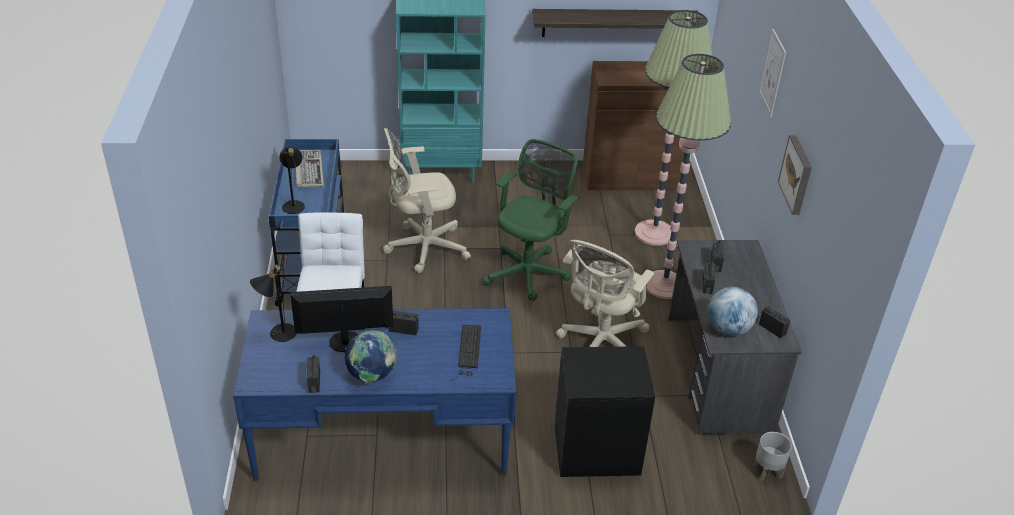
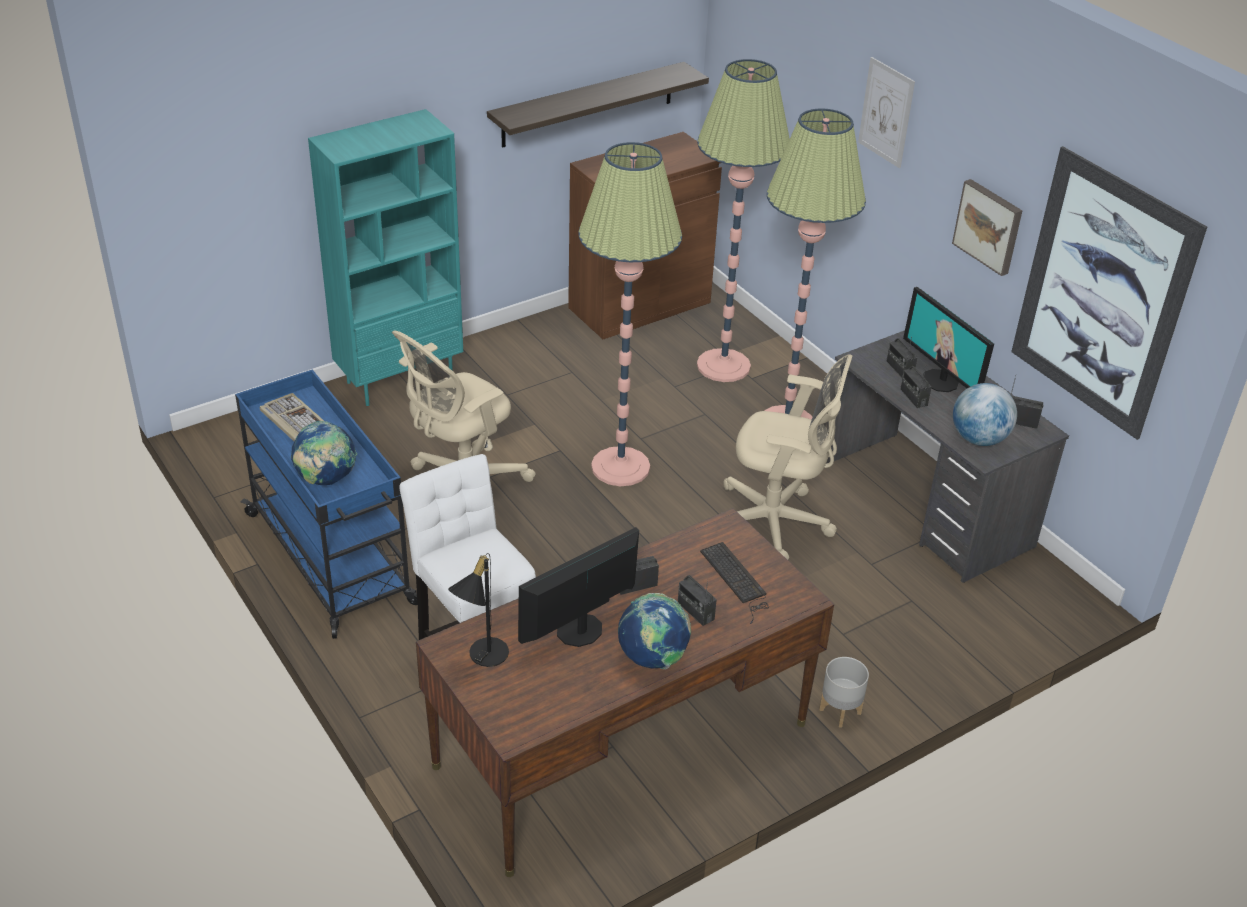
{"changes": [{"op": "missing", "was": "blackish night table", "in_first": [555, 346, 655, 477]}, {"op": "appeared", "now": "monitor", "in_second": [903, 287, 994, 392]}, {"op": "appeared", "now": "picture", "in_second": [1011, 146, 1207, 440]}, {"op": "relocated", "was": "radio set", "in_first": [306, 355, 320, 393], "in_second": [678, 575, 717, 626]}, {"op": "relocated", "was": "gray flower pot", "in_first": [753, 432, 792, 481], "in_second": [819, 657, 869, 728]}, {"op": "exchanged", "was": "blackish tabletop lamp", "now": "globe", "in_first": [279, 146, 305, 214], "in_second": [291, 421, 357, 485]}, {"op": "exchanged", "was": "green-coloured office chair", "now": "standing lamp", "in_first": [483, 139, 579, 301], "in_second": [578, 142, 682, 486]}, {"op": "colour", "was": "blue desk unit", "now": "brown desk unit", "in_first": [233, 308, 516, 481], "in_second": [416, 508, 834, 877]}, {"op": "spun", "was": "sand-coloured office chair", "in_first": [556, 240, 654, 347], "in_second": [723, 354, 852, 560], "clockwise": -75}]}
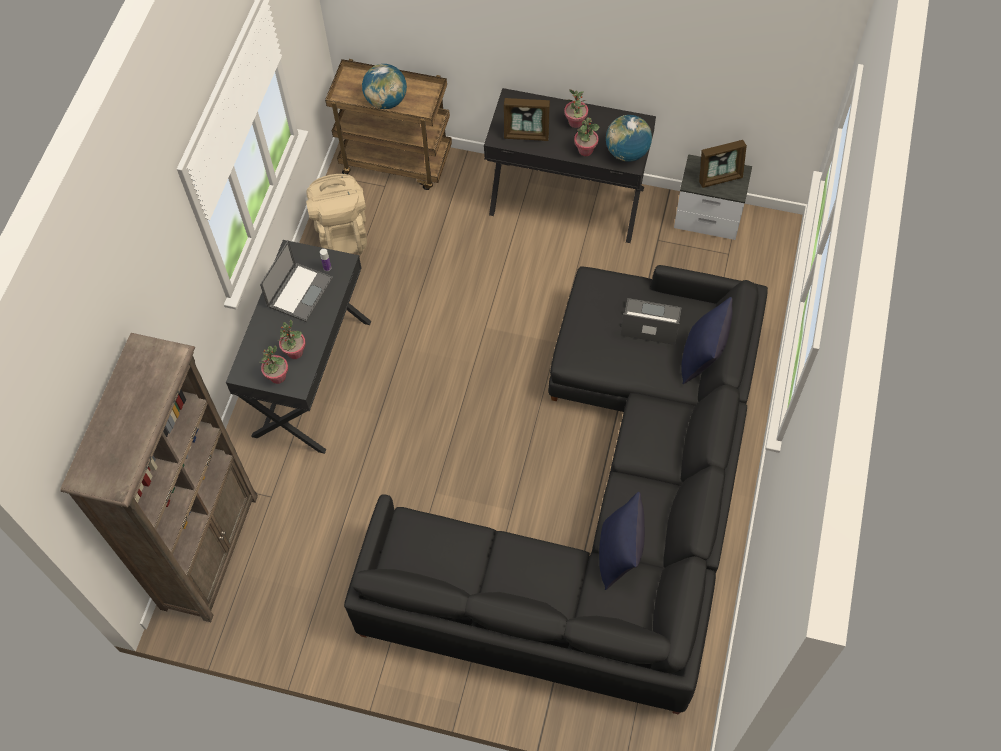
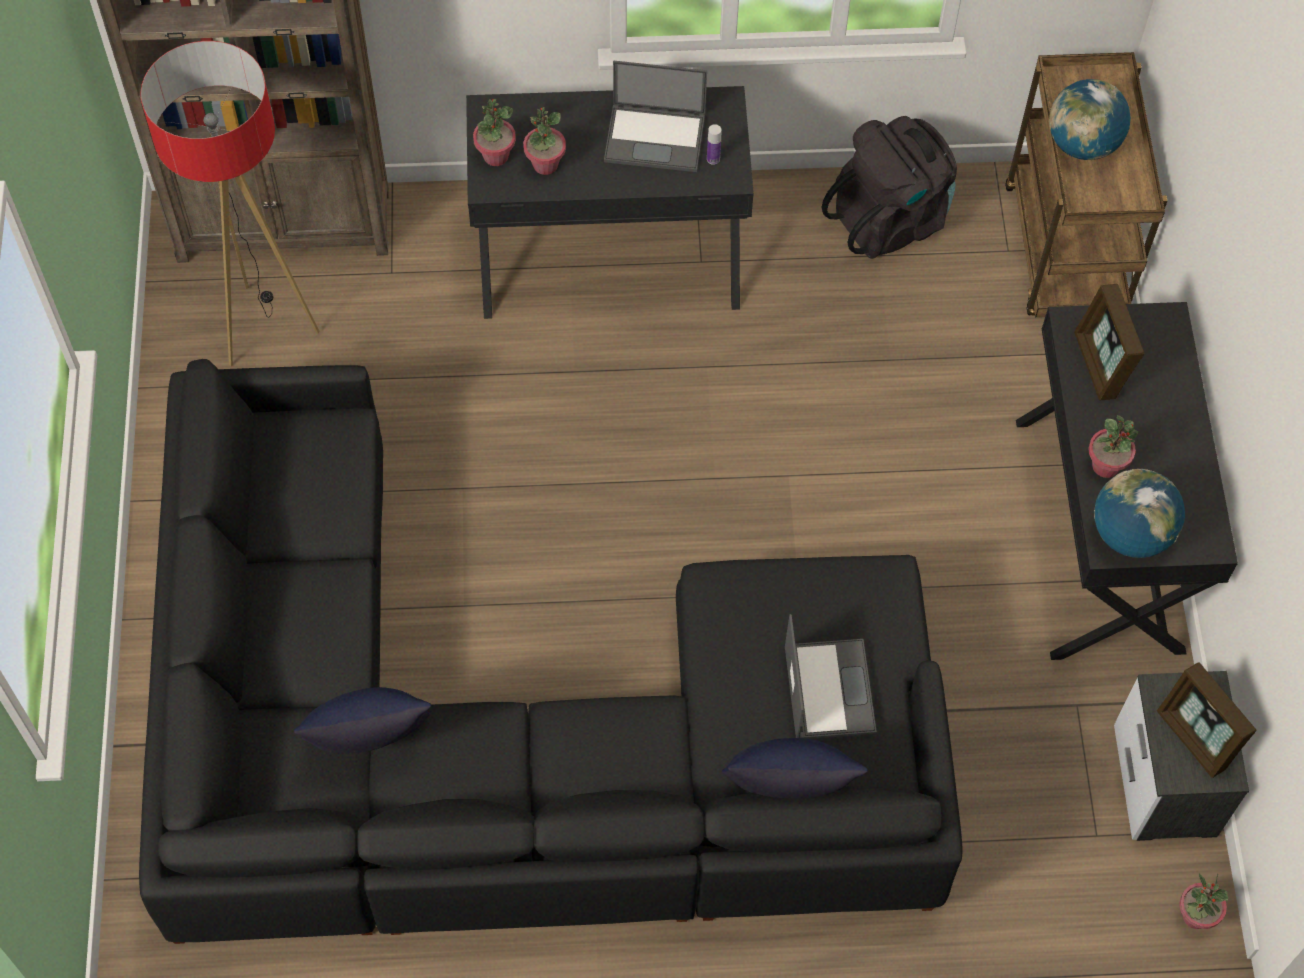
{"changes": [{"op": "appeared", "now": "standing lamp", "in_second": [140, 41, 319, 366]}, {"op": "relocated", "was": "houseplant", "in_first": [564, 89, 588, 128], "in_second": [1179, 874, 1228, 929]}, {"op": "colour", "was": "sand-coloured knapsack", "now": "blackish knapsack", "in_first": [306, 174, 367, 254], "in_second": [822, 116, 957, 259]}]}
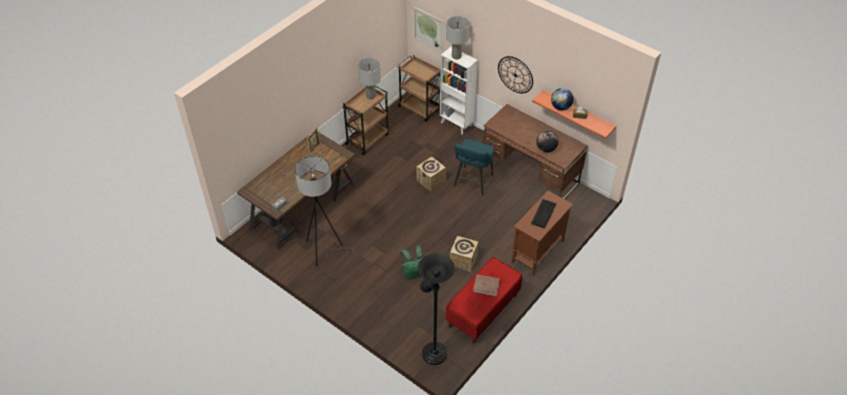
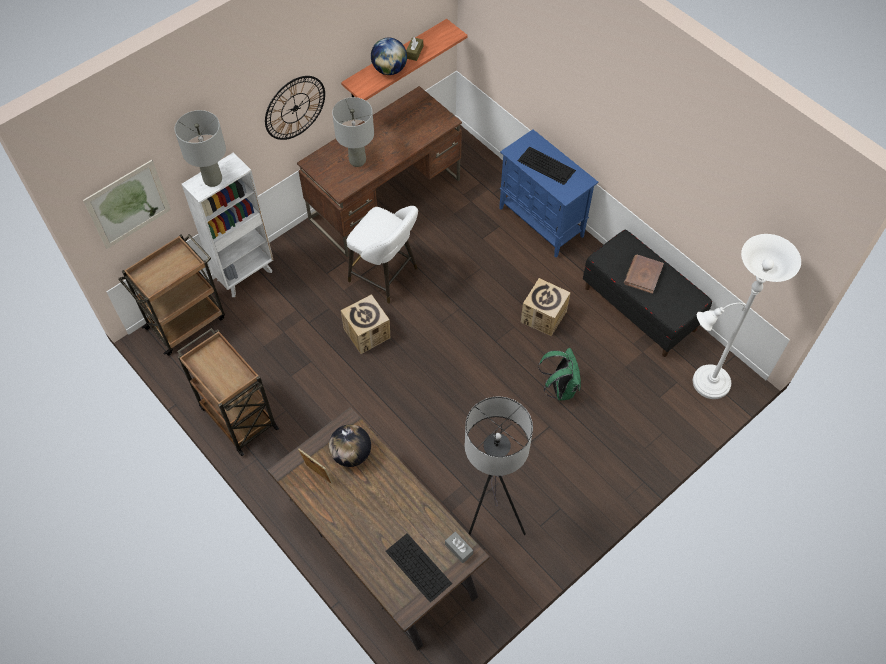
{"changes": [{"op": "appeared", "now": "computer keyboard", "in_second": [386, 533, 452, 603]}, {"op": "relocated", "was": "gray tabletop lamp", "in_first": [358, 58, 381, 99], "in_second": [332, 97, 374, 167]}, {"op": "relocated", "was": "globe", "in_first": [536, 131, 558, 152], "in_second": [329, 424, 371, 467]}, {"op": "colour", "was": "blackish standing lamp", "now": "whitish standing lamp", "in_first": [418, 253, 455, 365], "in_second": [693, 234, 801, 399]}, {"op": "colour", "was": "reddish indoor bench", "now": "blackish indoor bench", "in_first": [446, 257, 522, 344], "in_second": [583, 230, 712, 357]}, {"op": "colour", "was": "turquoise-coloured stool", "now": "whitish stool", "in_first": [454, 139, 494, 196], "in_second": [347, 206, 418, 303]}, {"op": "colour", "was": "brown storage cabinet", "now": "blue storage cabinet", "in_first": [512, 191, 573, 276], "in_second": [499, 129, 598, 257]}]}
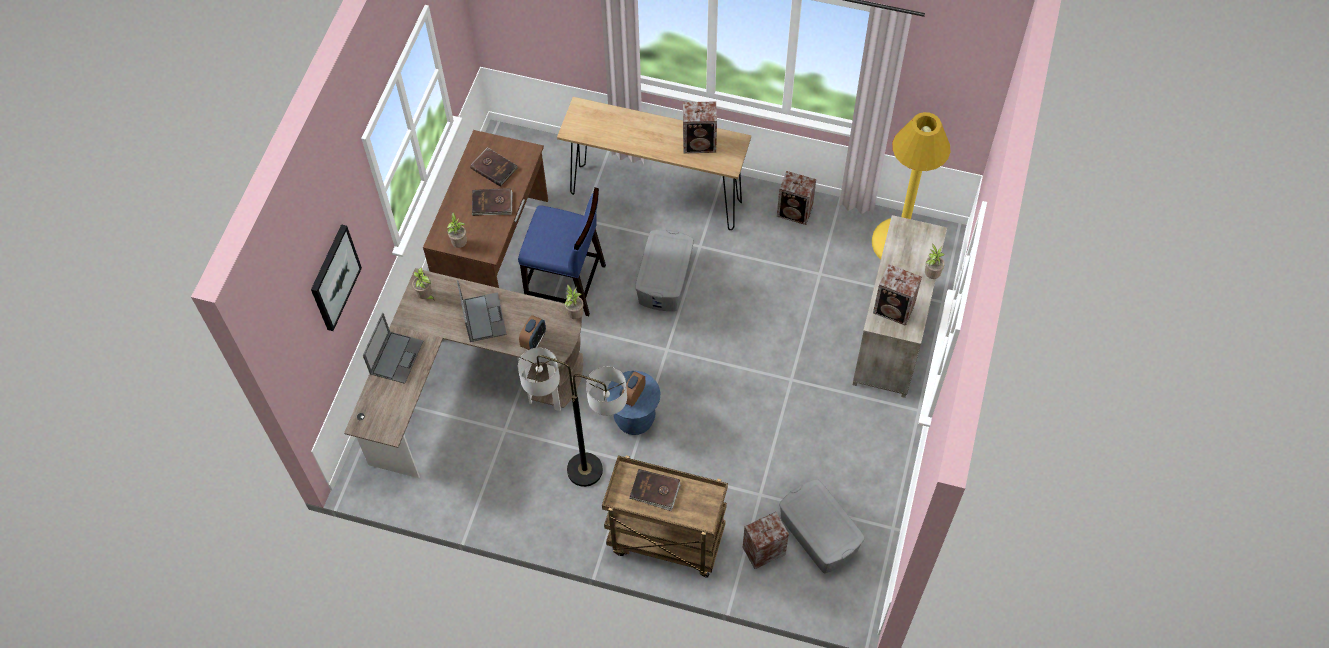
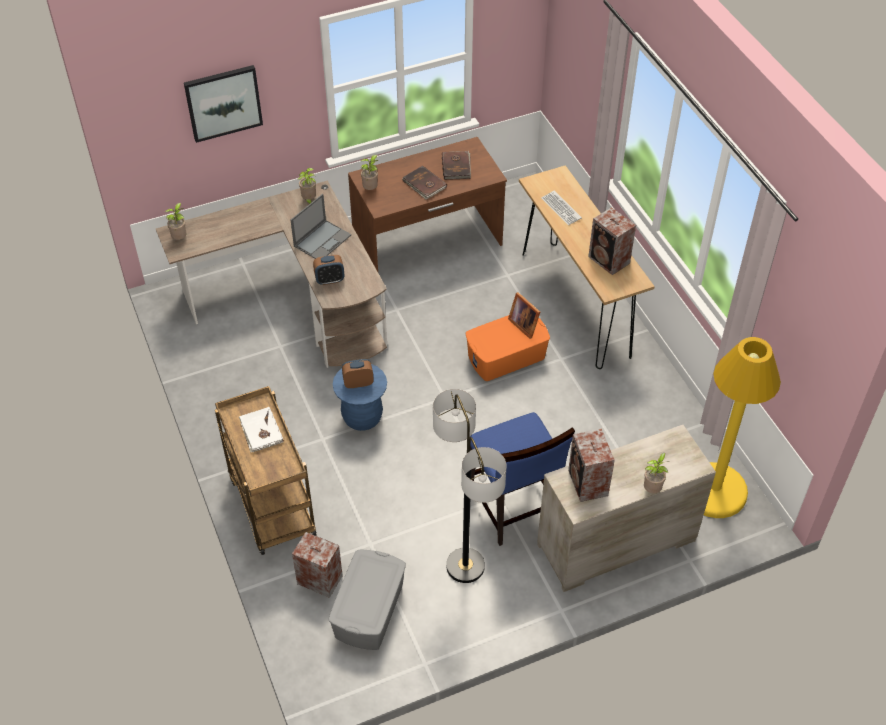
{"changes": [{"op": "missing", "was": "laptop", "in_first": [363, 313, 423, 384]}, {"op": "missing", "was": "loudspeaker", "in_first": [777, 171, 816, 225]}, {"op": "appeared", "now": "photo frame", "in_second": [508, 292, 540, 339]}, {"op": "appeared", "now": "computer keyboard", "in_second": [541, 191, 582, 225]}, {"op": "relocated", "was": "blue chair", "in_first": [518, 187, 606, 316], "in_second": [470, 412, 575, 546]}, {"op": "relocated", "was": "standing lamp", "in_first": [518, 348, 627, 487], "in_second": [433, 389, 507, 583]}, {"op": "relocated", "was": "houseplant", "in_first": [564, 285, 583, 319], "in_second": [165, 203, 186, 240]}, {"op": "colour", "was": "brown bound book", "now": "whitish bound book", "in_first": [629, 469, 680, 511], "in_second": [239, 407, 284, 453]}, {"op": "colour", "was": "gray storage box", "now": "orange-coloured storage box", "in_first": [635, 230, 694, 311], "in_second": [466, 315, 550, 381]}]}
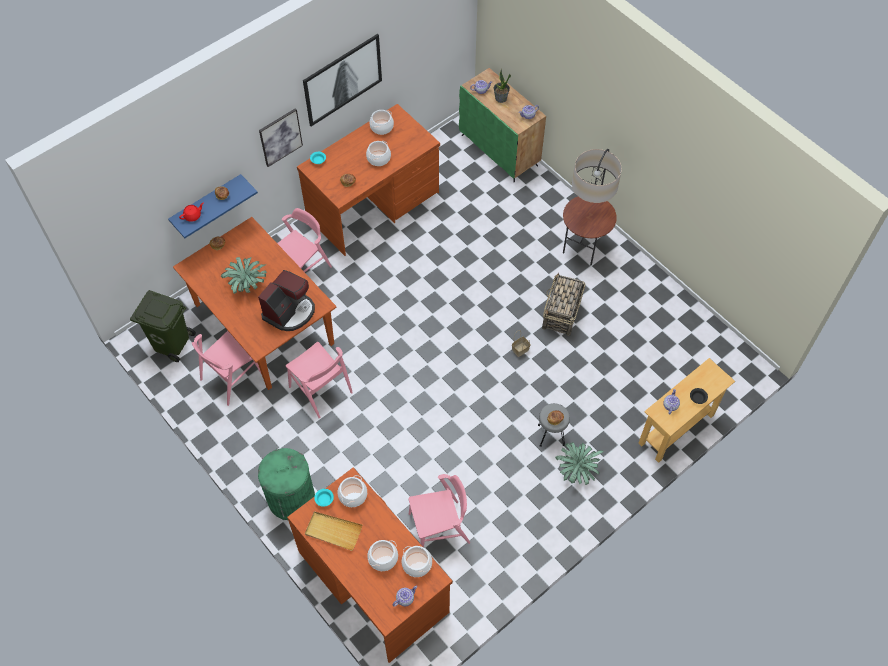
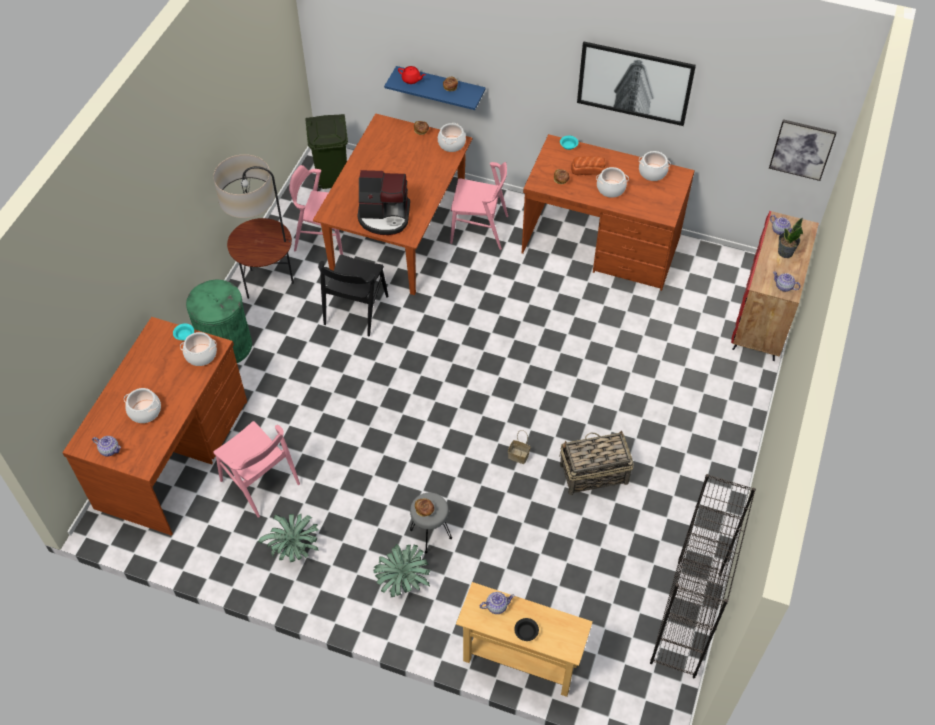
{"changes": [{"op": "missing", "was": "sand-coloured carrying tray", "in_first": [305, 511, 362, 551]}, {"op": "appeared", "now": "bakery bread", "in_second": [571, 156, 606, 175]}, {"op": "appeared", "now": "blackish bookshelf", "in_second": [650, 474, 756, 679]}, {"op": "relocated", "was": "houseplant", "in_first": [221, 257, 267, 294], "in_second": [258, 514, 319, 562]}, {"op": "relocated", "was": "picture", "in_first": [259, 108, 303, 167], "in_second": [769, 119, 837, 181]}, {"op": "relocated", "was": "cooking pot", "in_first": [402, 546, 432, 577], "in_second": [438, 123, 466, 152]}, {"op": "relocated", "was": "standing lamp", "in_first": [563, 149, 622, 265], "in_second": [213, 154, 294, 299]}, {"op": "colour", "was": "pink chair", "now": "blackish chair", "in_first": [286, 342, 353, 418], "in_second": [318, 254, 389, 337]}, {"op": "colour", "was": "green-coloured storage cabinet", "now": "reddish storage cabinet", "in_first": [459, 68, 546, 183], "in_second": [731, 211, 819, 361]}]}
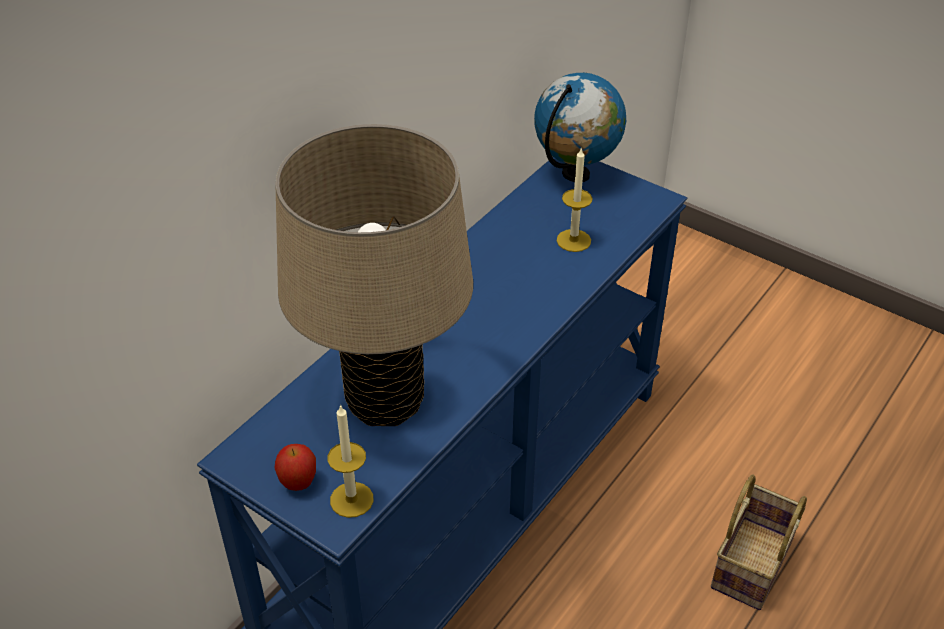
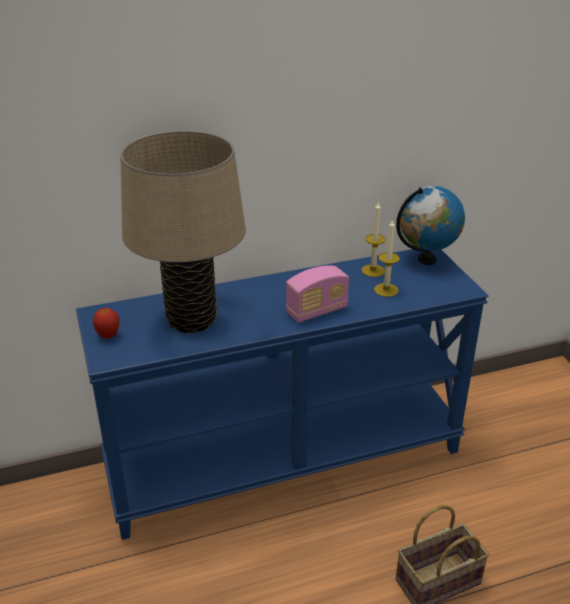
{"changes": [{"op": "appeared", "now": "radio set", "in_second": [286, 265, 349, 323]}, {"op": "relocated", "was": "wax light", "in_first": [328, 404, 373, 518], "in_second": [362, 201, 386, 277]}]}
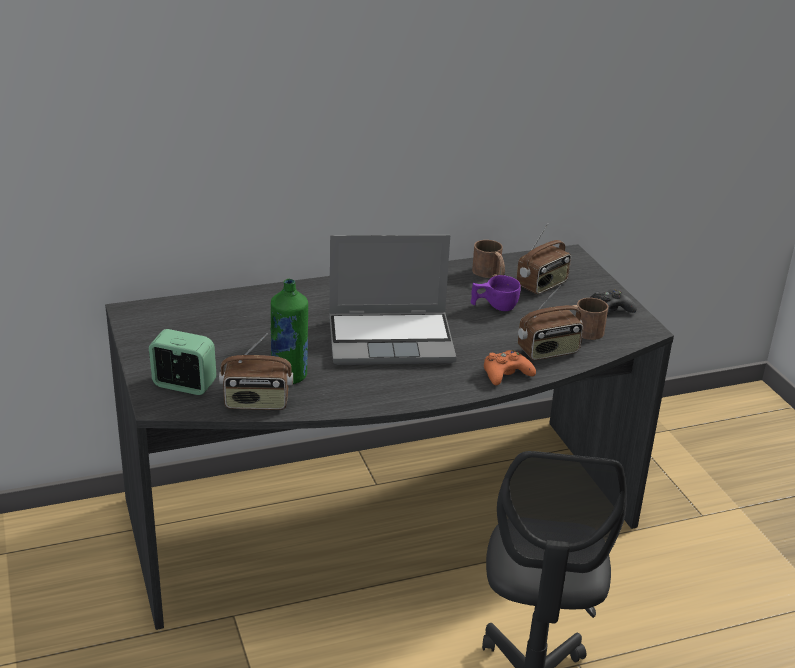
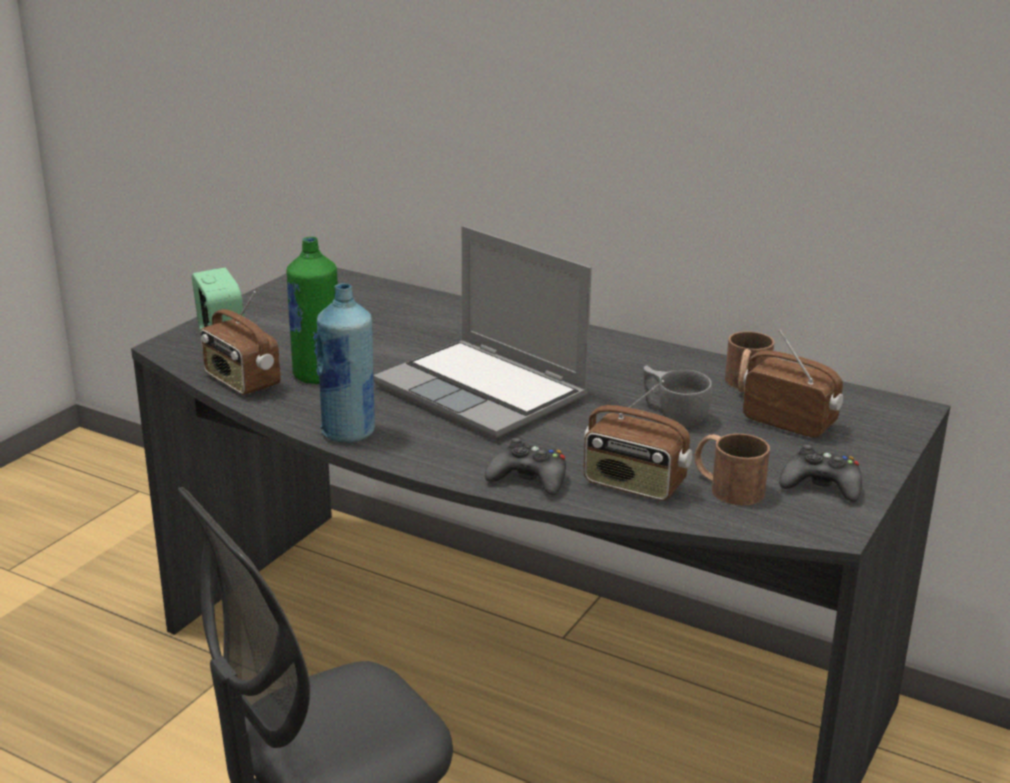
{"changes": [{"op": "appeared", "now": "blue bottle", "in_second": [317, 283, 375, 443]}, {"op": "colour", "was": "purplish cup", "now": "gray cup", "in_first": [470, 275, 521, 311], "in_second": [644, 365, 712, 427]}, {"op": "colour", "was": "orange-coloured gamepad", "now": "blackish gamepad", "in_first": [484, 350, 536, 385], "in_second": [485, 437, 566, 495]}, {"op": "spun", "was": "radio set", "in_first": [516, 223, 571, 294], "in_second": [743, 330, 843, 438], "clockwise": -150}]}
